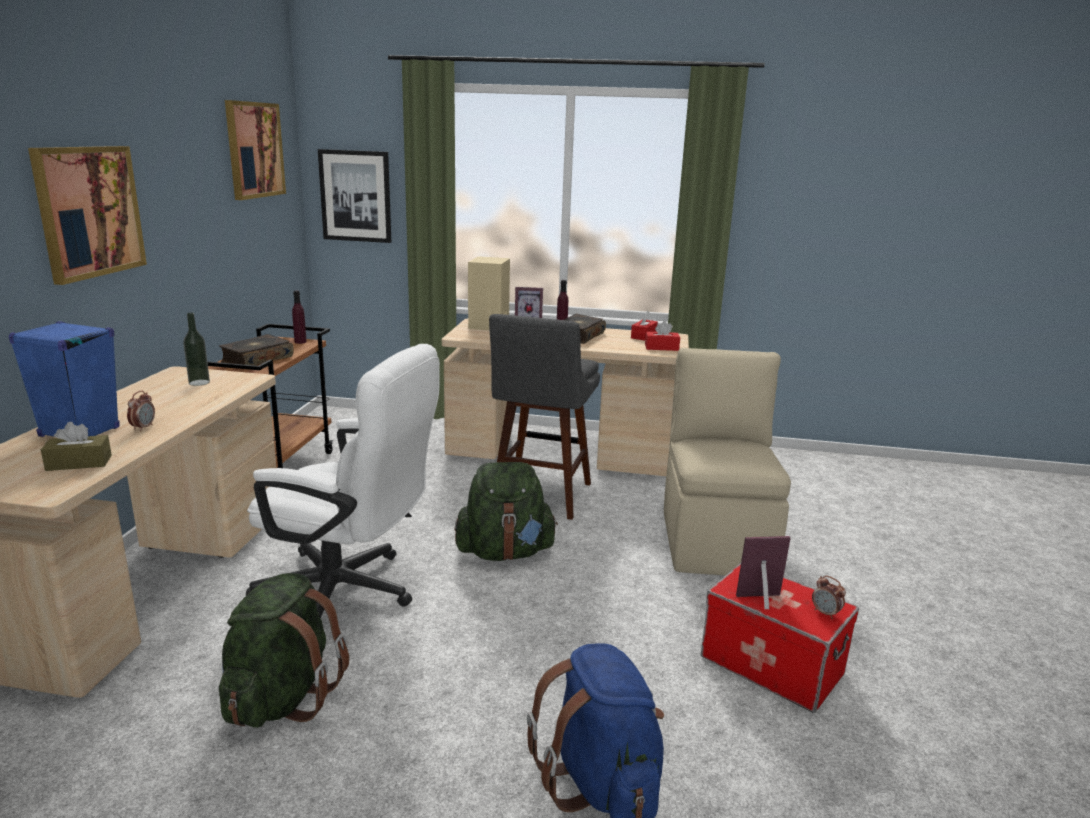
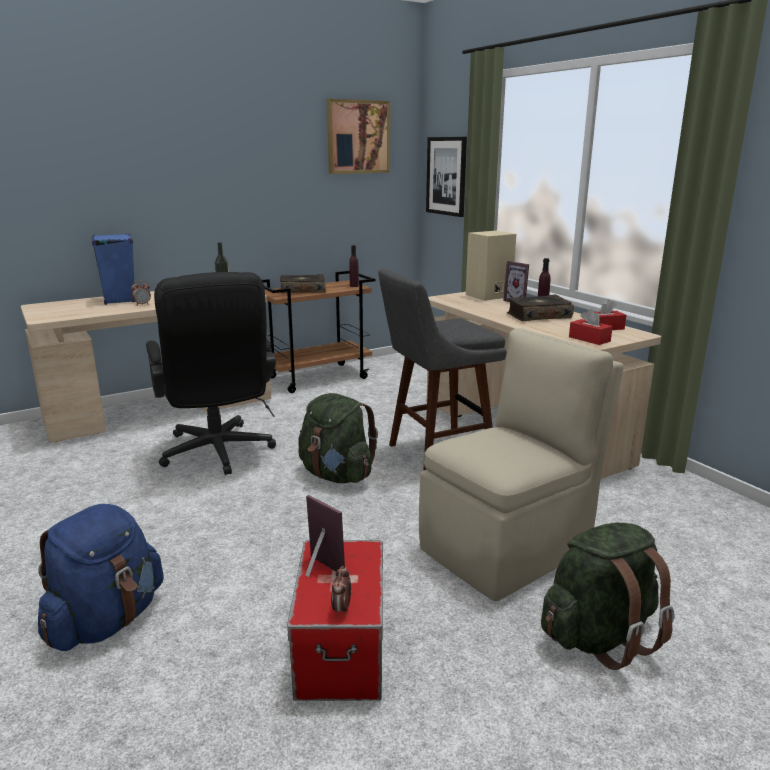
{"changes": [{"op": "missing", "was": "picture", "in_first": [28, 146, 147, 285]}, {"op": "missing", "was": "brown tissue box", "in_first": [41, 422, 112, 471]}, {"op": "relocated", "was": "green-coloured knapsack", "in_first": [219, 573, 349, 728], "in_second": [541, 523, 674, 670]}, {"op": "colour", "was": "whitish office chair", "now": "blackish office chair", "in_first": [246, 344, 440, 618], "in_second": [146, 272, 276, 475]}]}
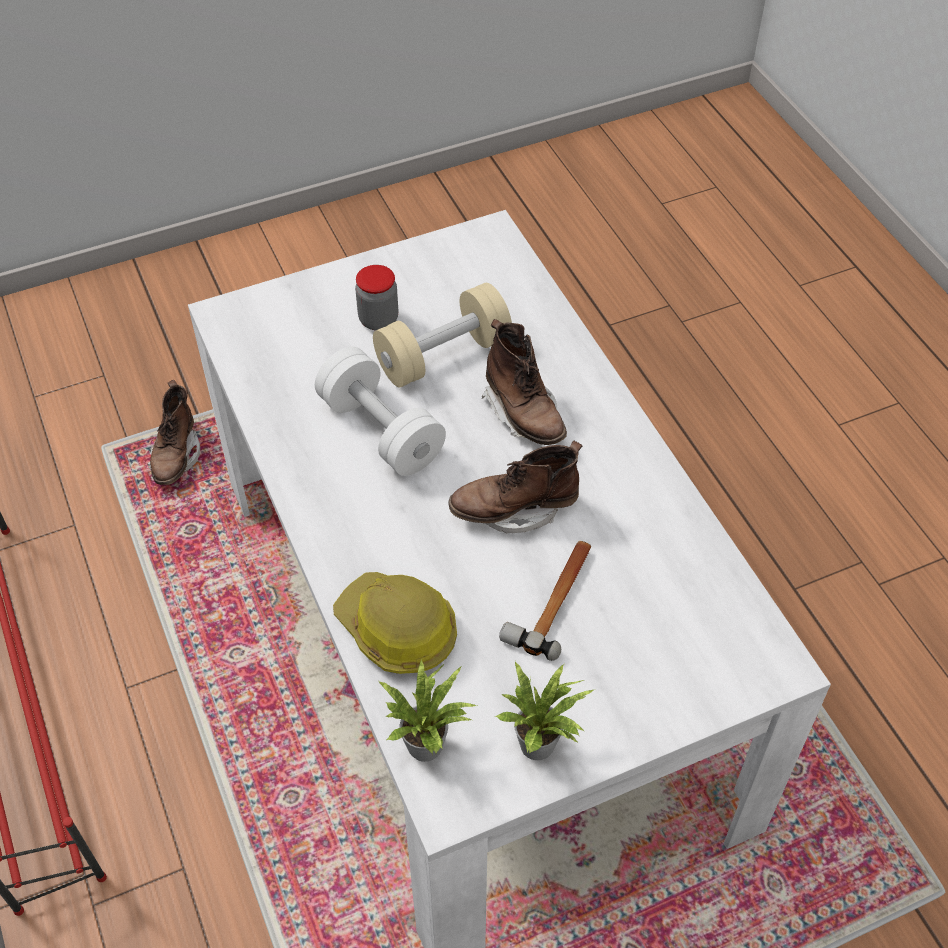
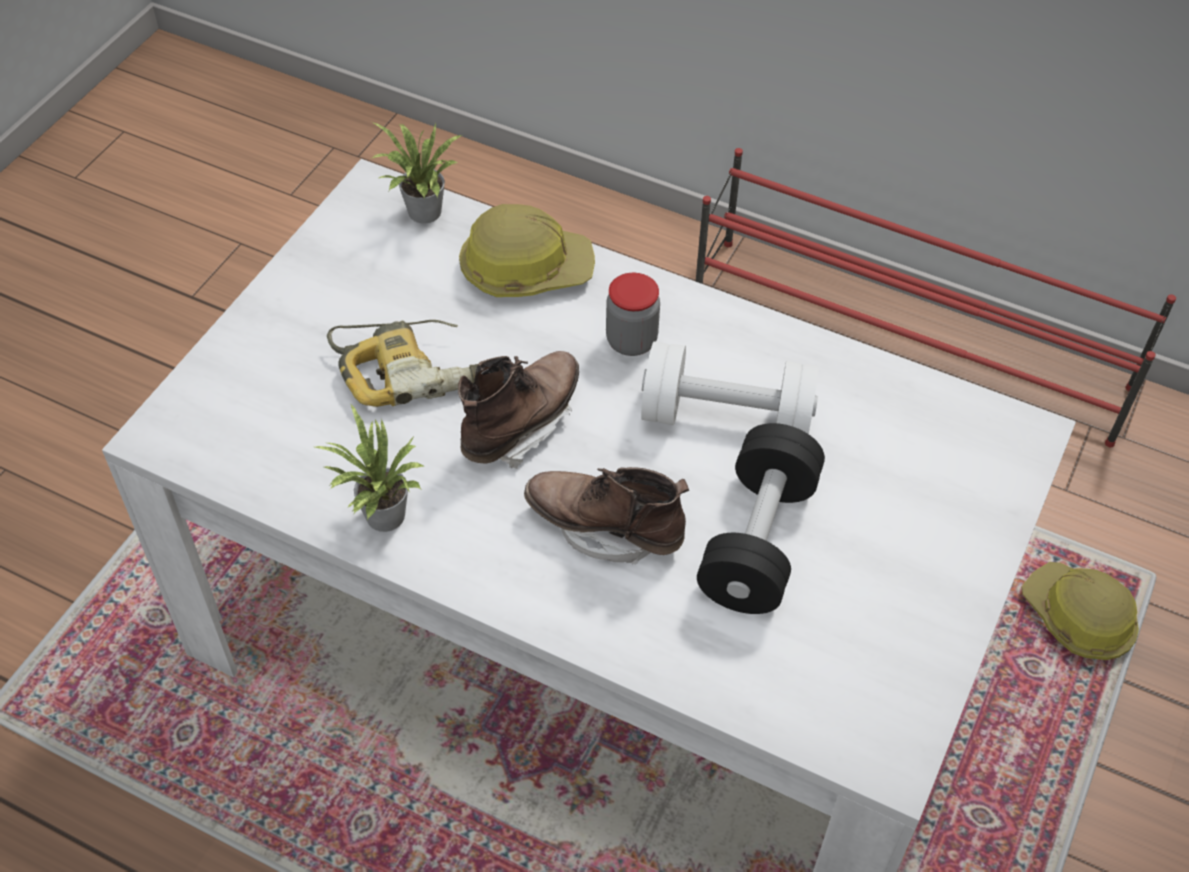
{"changes": [{"op": "relocated", "was": "preserve jar", "in_first": [355, 265, 398, 330], "in_second": [606, 273, 660, 356]}, {"op": "relocated", "was": "houseplant", "in_first": [495, 662, 594, 760], "in_second": [315, 405, 424, 532]}, {"op": "exchanged", "was": "brown boot", "now": "work helmet", "in_first": [147, 380, 200, 485], "in_second": [1022, 562, 1139, 660]}, {"op": "exchanged", "was": "hammer", "now": "drill", "in_first": [499, 541, 591, 661], "in_second": [327, 320, 478, 407]}, {"op": "colour", "was": "sand-coloured dumbbell", "now": "blackish dumbbell", "in_first": [373, 283, 512, 388], "in_second": [697, 423, 825, 614]}]}
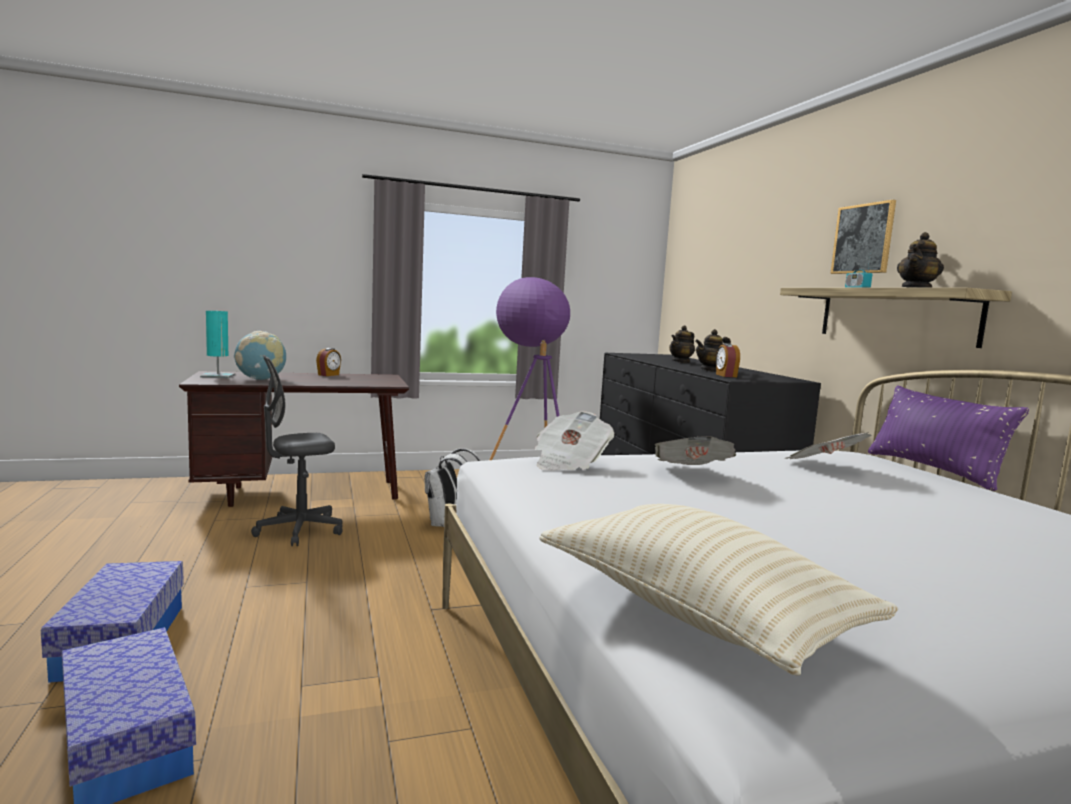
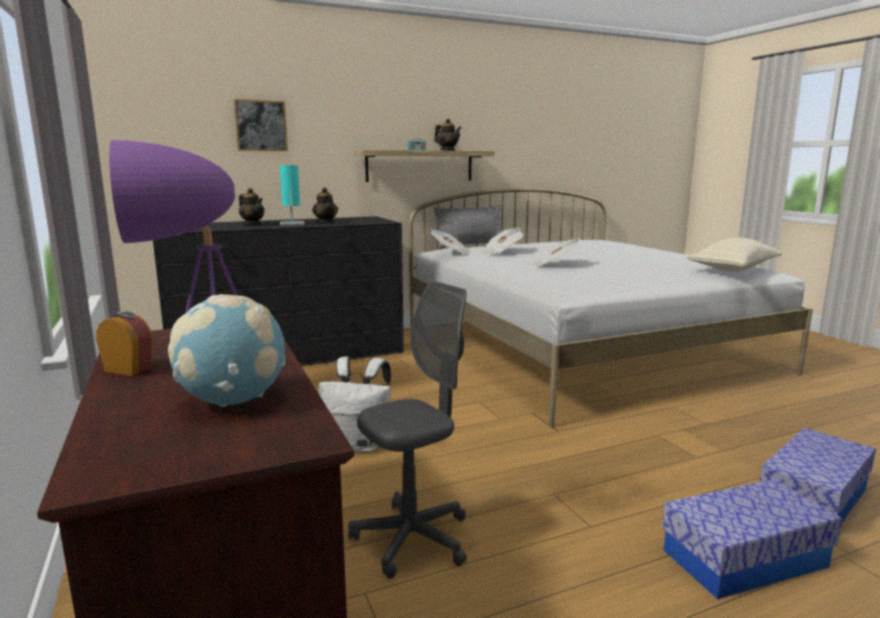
{"changes": [{"op": "missing", "was": "bedside clock", "in_first": [716, 343, 740, 377]}, {"op": "relocated", "was": "turquoise-coloured tabletop lamp", "in_first": [200, 311, 235, 378], "in_second": [280, 165, 305, 226]}, {"op": "relocated", "was": "newspaper", "in_first": [535, 411, 615, 471], "in_second": [430, 228, 469, 255]}, {"op": "relocated", "was": "picture", "in_first": [830, 200, 896, 274], "in_second": [234, 99, 288, 151]}, {"op": "colour", "was": "purplish throw pillow", "now": "gray throw pillow", "in_first": [868, 385, 1029, 491], "in_second": [434, 205, 502, 249]}, {"op": "spun", "was": "gray office chair", "in_first": [251, 355, 343, 546], "in_second": [348, 281, 467, 579], "clockwise": -90}]}
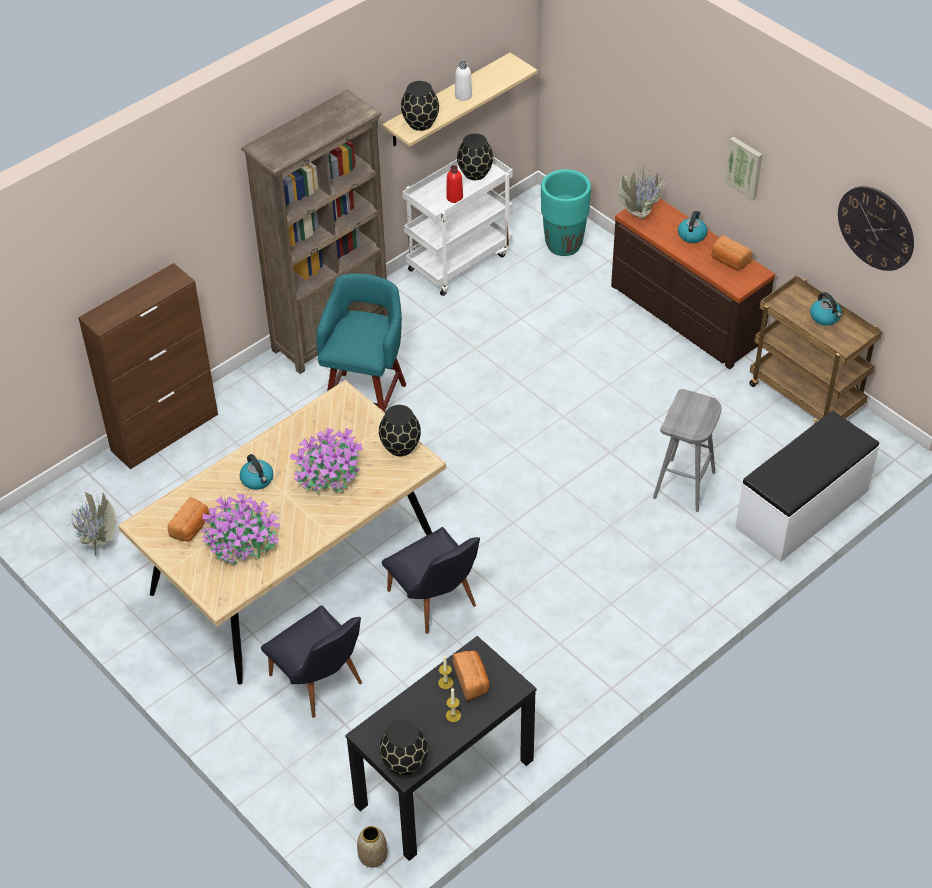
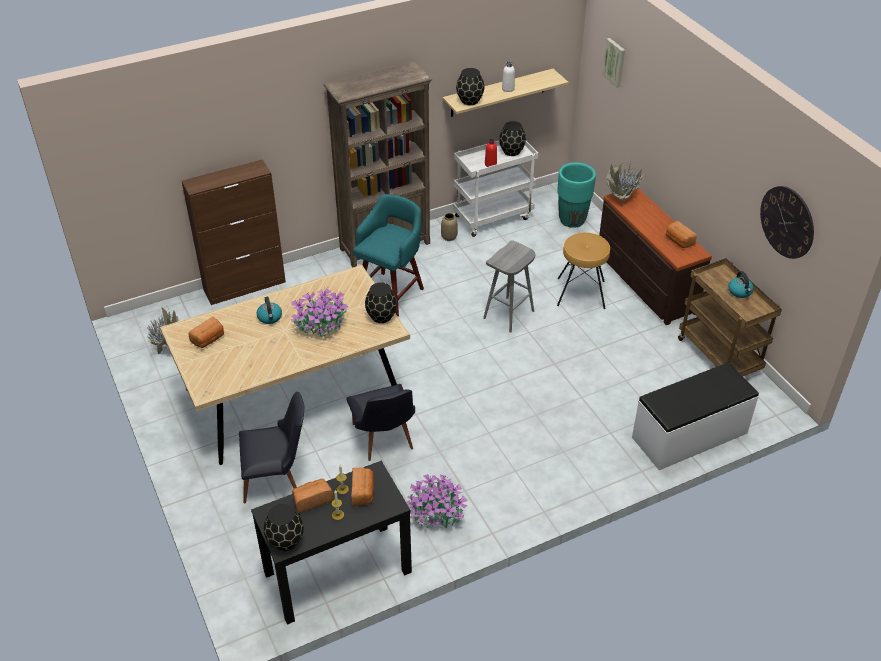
{"changes": [{"op": "missing", "was": "tea kettle", "in_first": [678, 211, 708, 243]}, {"op": "appeared", "now": "bakery bread", "in_second": [292, 479, 333, 513]}, {"op": "appeared", "now": "brown stool", "in_second": [557, 232, 610, 309]}, {"op": "relocated", "was": "houseplant", "in_first": [201, 494, 280, 565], "in_second": [407, 474, 468, 528]}, {"op": "relocated", "was": "decorative vase", "in_first": [357, 826, 388, 868], "in_second": [441, 213, 458, 241]}, {"op": "relocated", "was": "gray stool", "in_first": [653, 389, 721, 512], "in_second": [483, 240, 535, 333]}, {"op": "relocated", "was": "picture", "in_first": [724, 136, 762, 201], "in_second": [602, 38, 625, 88]}, {"op": "spun", "was": "blackish chair", "in_first": [261, 605, 362, 718], "in_second": [239, 392, 305, 503], "clockwise": -75}]}
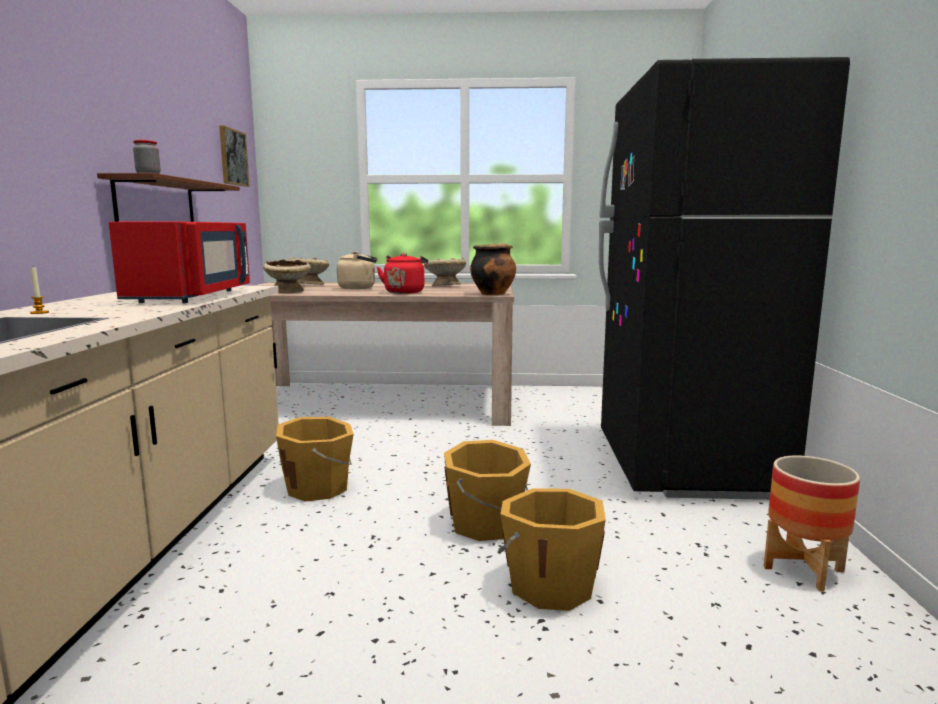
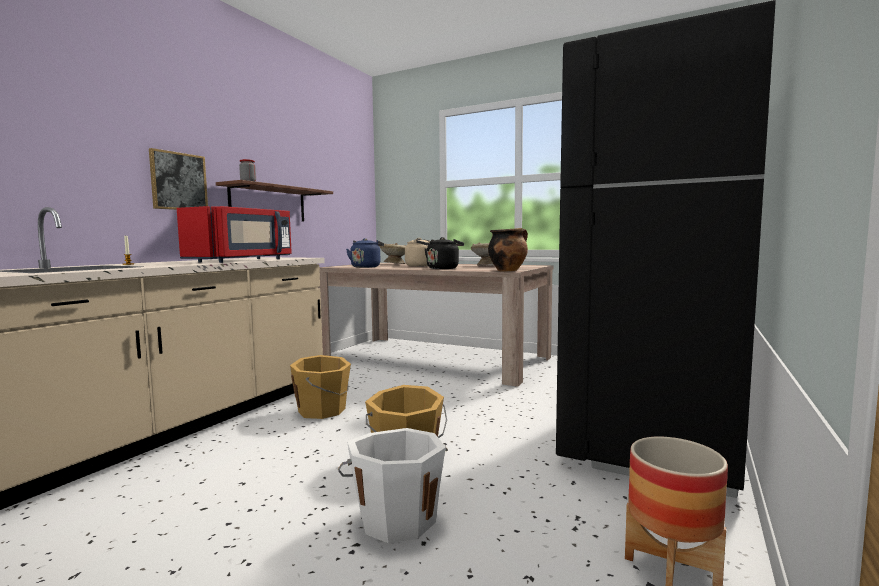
{"changes": [{"op": "relocated", "was": "picture", "in_first": [219, 125, 250, 187], "in_second": [149, 148, 208, 210]}, {"op": "exchanged", "was": "sand-coloured serving bowl", "now": "blue tea kettle", "in_first": [263, 259, 311, 294], "in_second": [346, 238, 384, 268]}, {"op": "colour", "was": "reddish tea kettle", "now": "blackish tea kettle", "in_first": [377, 253, 428, 294], "in_second": [425, 237, 464, 269]}, {"op": "colour", "was": "orange-coloured bucket", "now": "whitish bucket", "in_first": [497, 488, 606, 611], "in_second": [338, 428, 448, 543]}]}
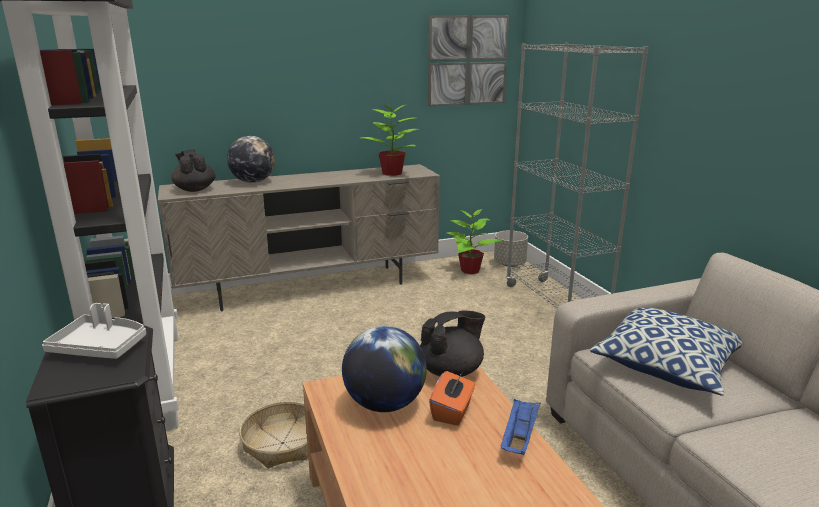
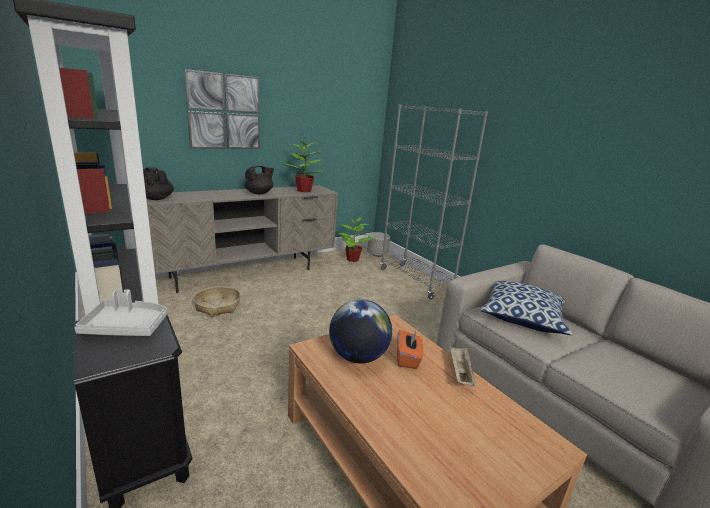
{"changes": [{"op": "missing", "was": "globe", "in_first": [227, 136, 275, 183]}, {"op": "relocated", "was": "basket", "in_first": [239, 401, 308, 468], "in_second": [193, 286, 241, 317]}, {"op": "relocated", "was": "blackish teapot", "in_first": [420, 310, 485, 377], "in_second": [244, 165, 274, 194]}, {"op": "relocated", "was": "picture", "in_first": [428, 15, 509, 106], "in_second": [184, 69, 260, 149]}, {"op": "colour", "was": "blue carrying tray", "now": "sand-coloured carrying tray", "in_first": [501, 398, 540, 455], "in_second": [450, 347, 476, 386]}]}
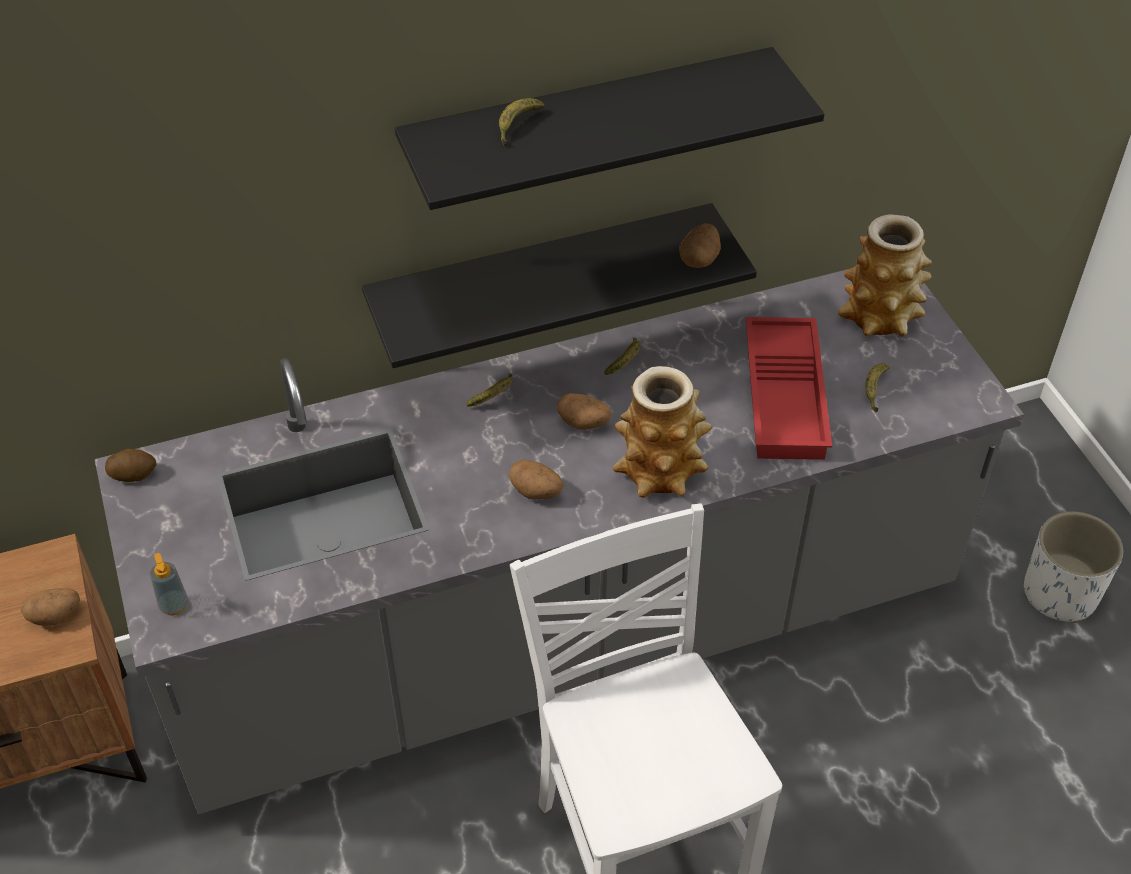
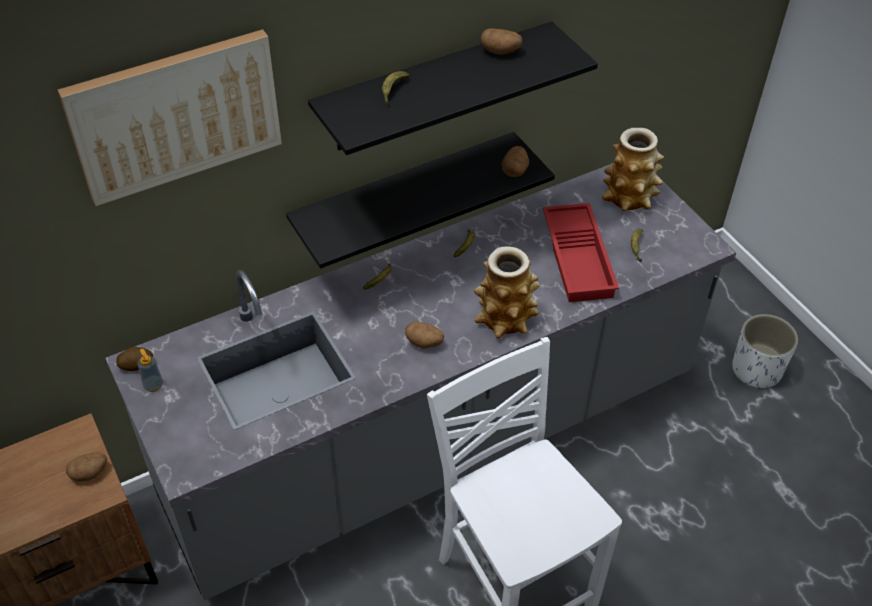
{"changes": [{"op": "appeared", "now": "picture", "in_second": [58, 29, 282, 206]}, {"op": "relocated", "was": "liquid soap bottle", "in_first": [150, 553, 188, 616], "in_second": [137, 349, 163, 392]}, {"op": "relocated", "was": "potato", "in_first": [557, 393, 612, 430], "in_second": [481, 29, 522, 55]}]}
